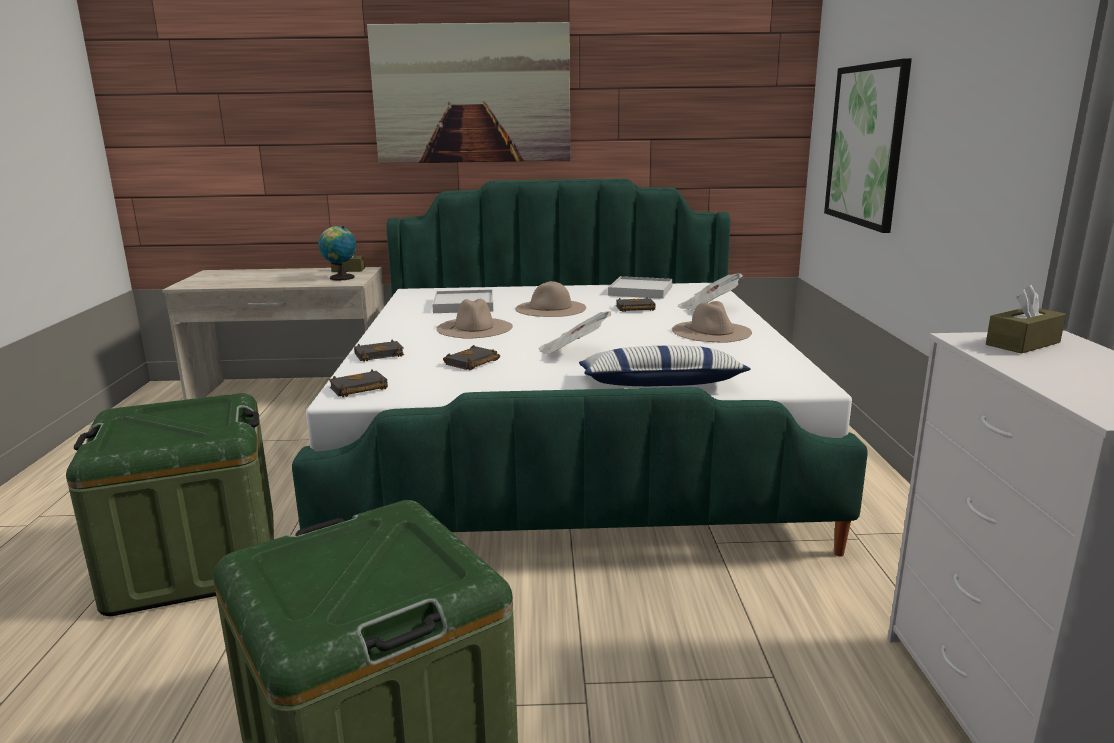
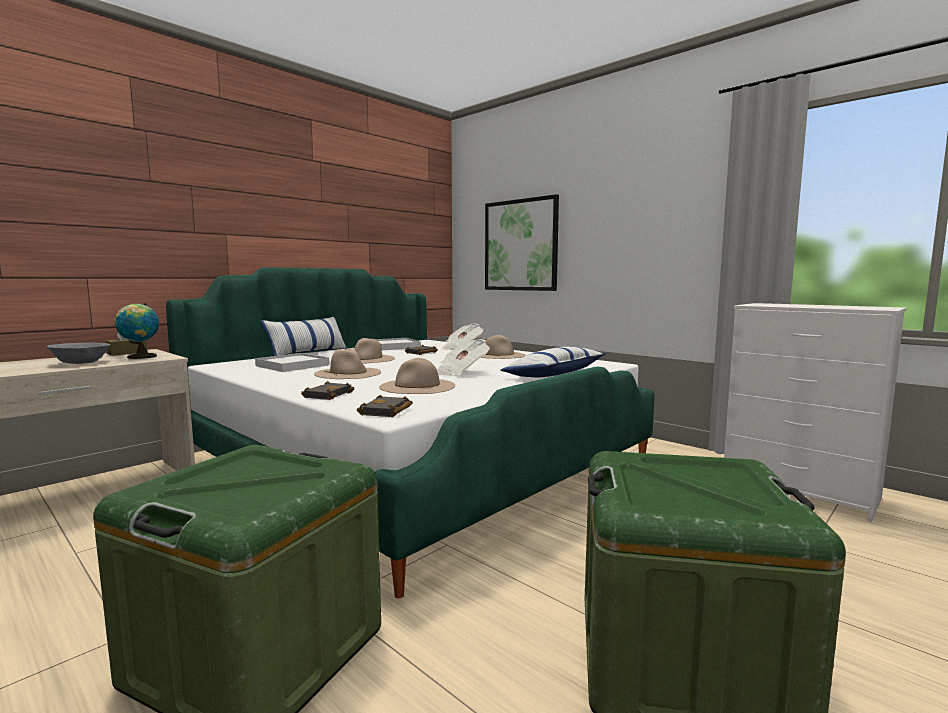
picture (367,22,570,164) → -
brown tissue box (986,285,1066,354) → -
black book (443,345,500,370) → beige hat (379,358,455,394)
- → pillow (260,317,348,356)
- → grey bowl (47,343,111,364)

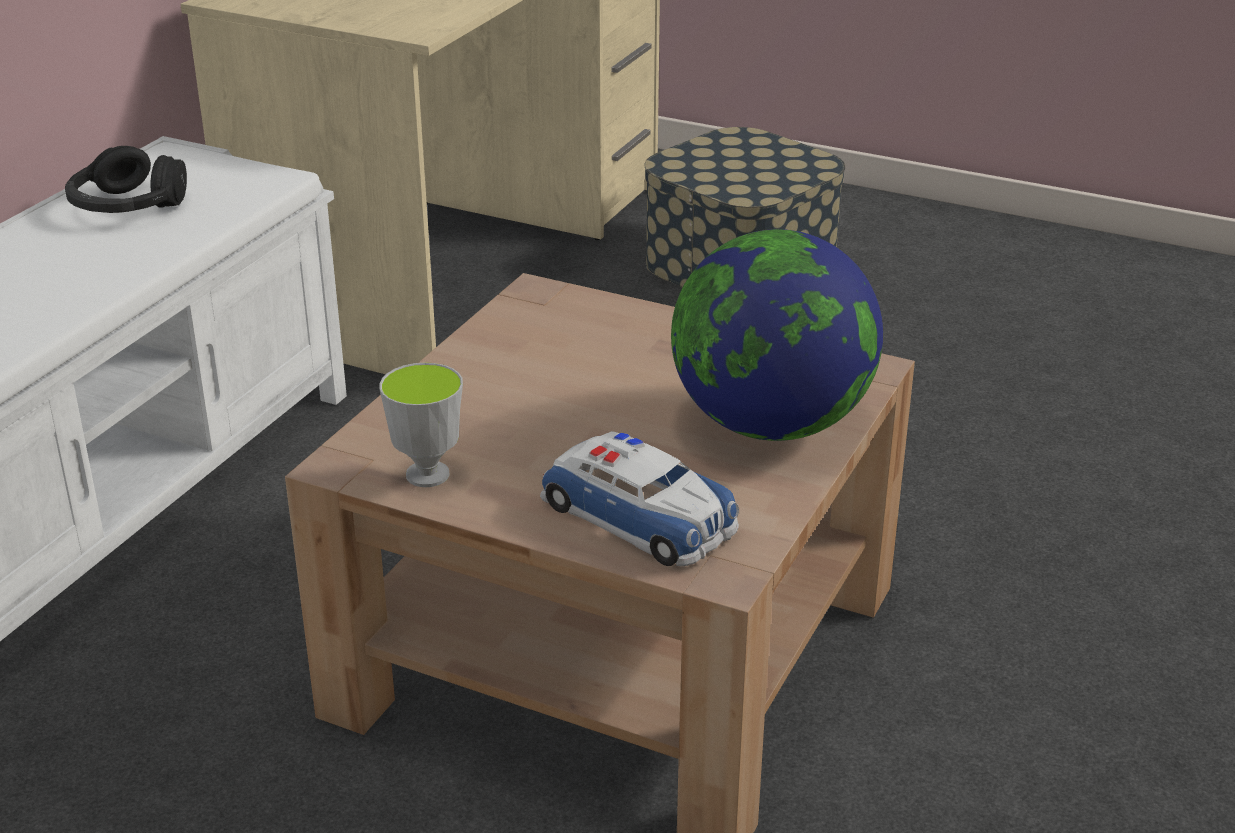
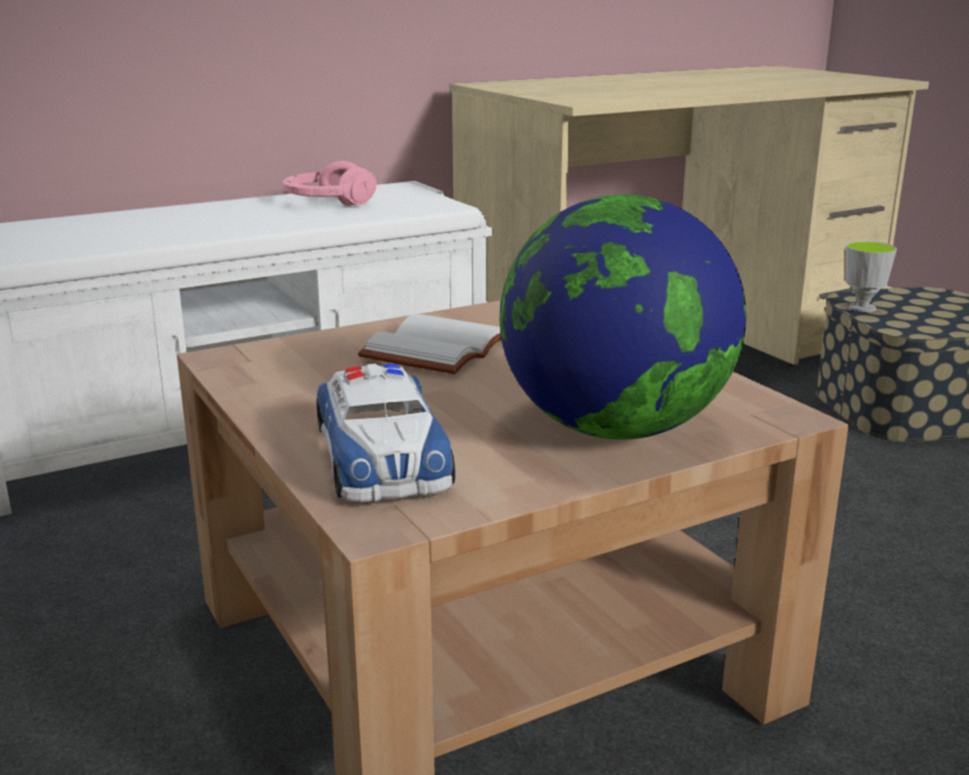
black headphones (65,146,187,213) → pink headphones (283,161,377,205)
cup (379,363,463,487) → cup (845,241,897,312), moved
- → white book (358,314,501,374)

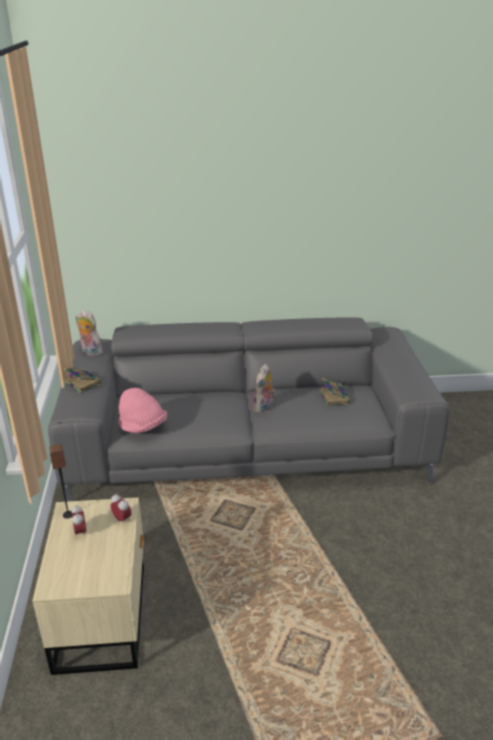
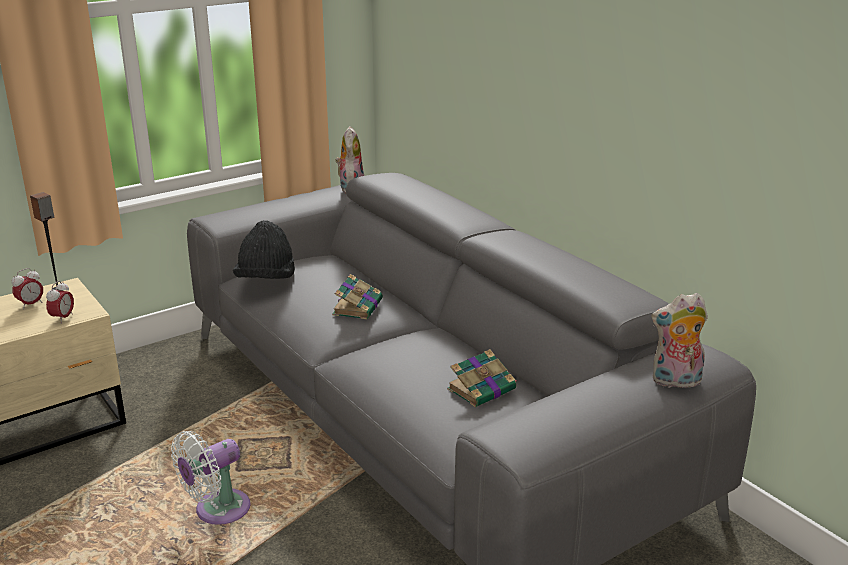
plush toy (253,364,275,414) → plush toy (651,293,708,388), moved
book (63,368,101,394) → book (332,274,383,320), moved
pink hat (118,388,167,433) → black hat (233,220,295,279)
- → white fan (171,431,251,525)

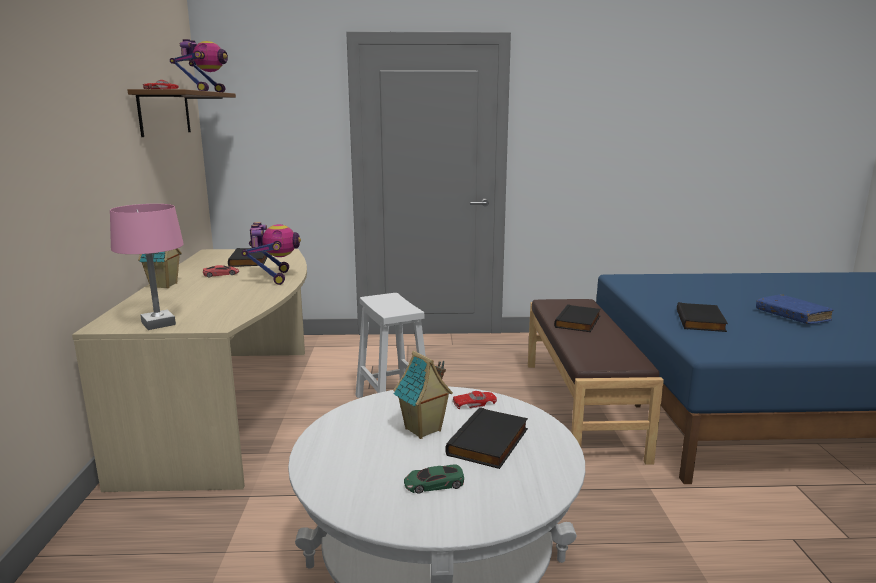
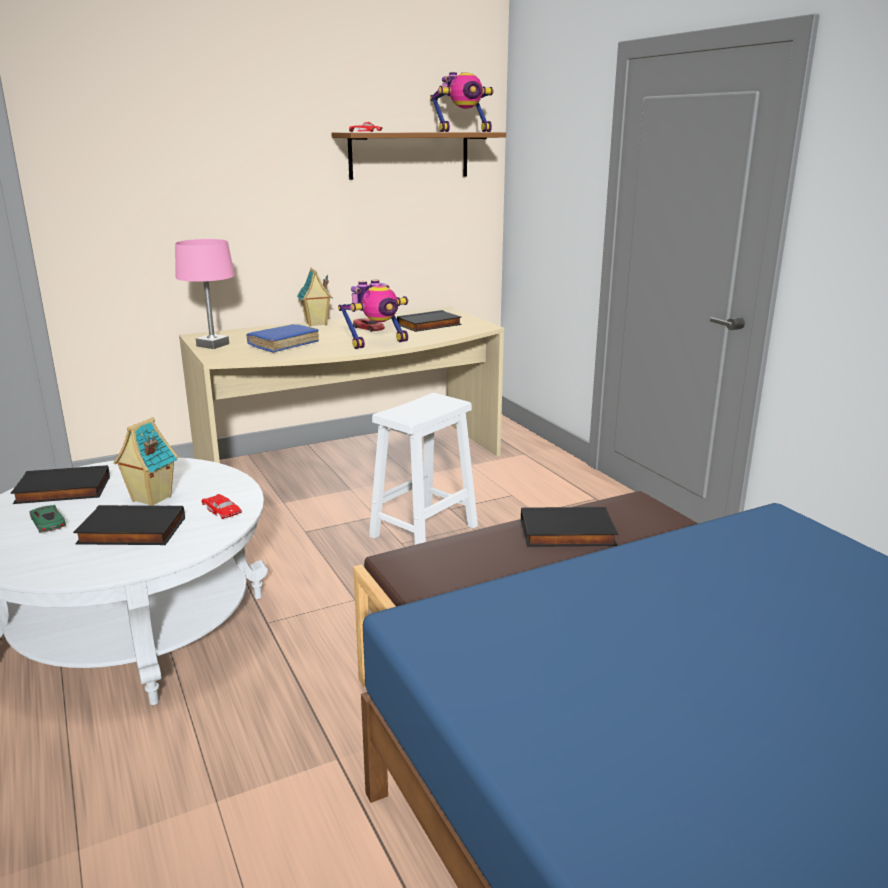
blue book (756,294,834,324) → blue book (246,324,319,353), moved
black book (677,302,728,332) → black book (11,465,110,504), moved

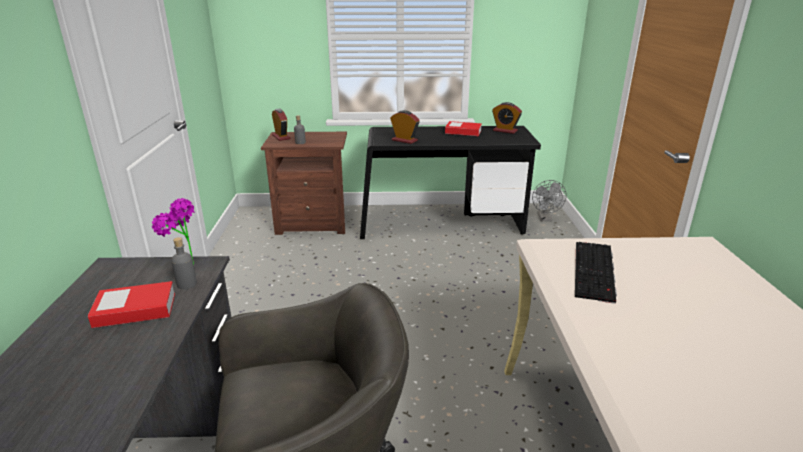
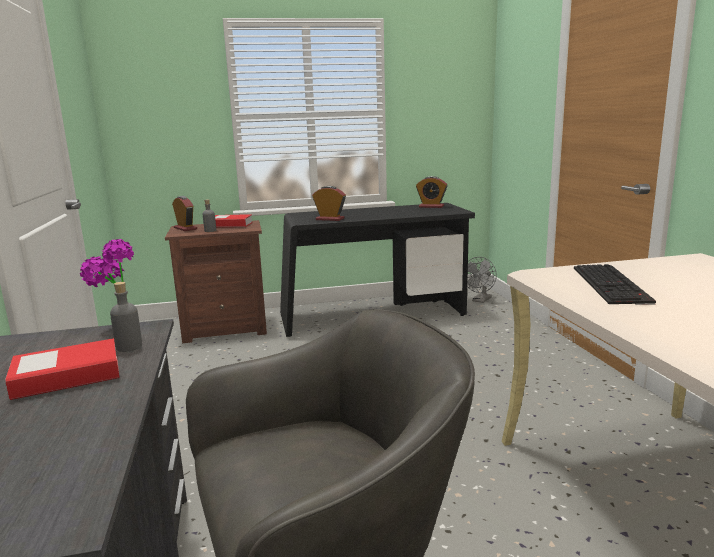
book (445,121,482,136) → book (215,214,252,227), moved
grey fan (532,180,567,221) → grey fan (467,257,497,303), 45 degrees clockwise

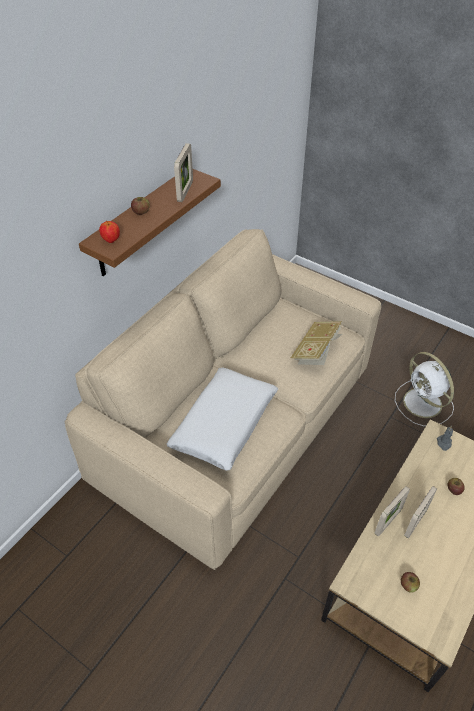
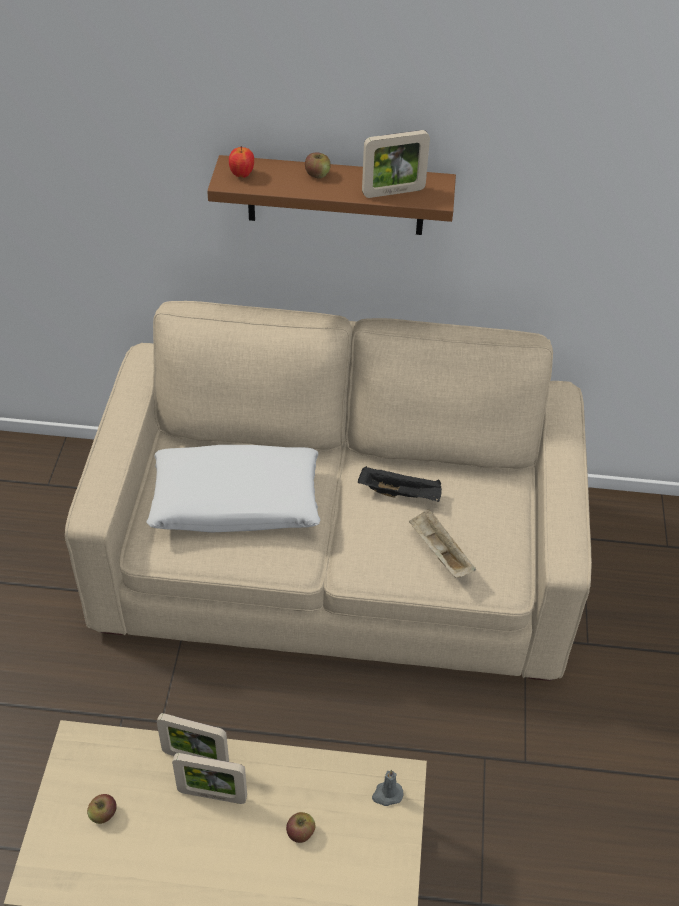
book (291,321,342,365) → beige tray (409,509,476,578)
white fan (395,352,454,426) → -
- → black tray (358,466,442,502)

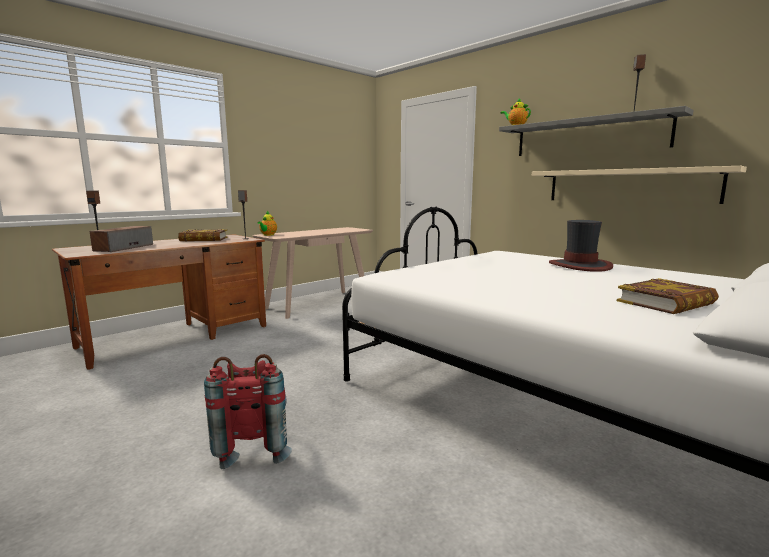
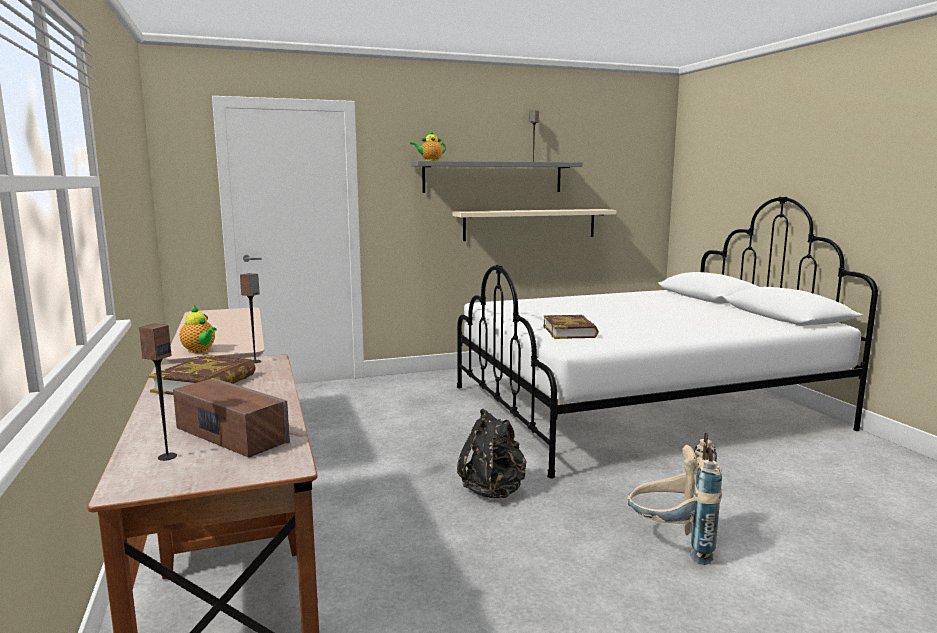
hat (549,220,613,272) → -
book (617,278,719,314) → book (544,315,599,339), moved
red backpack (204,354,292,469) → beige backpack (627,433,722,565)
- → black backpack (457,409,526,498)

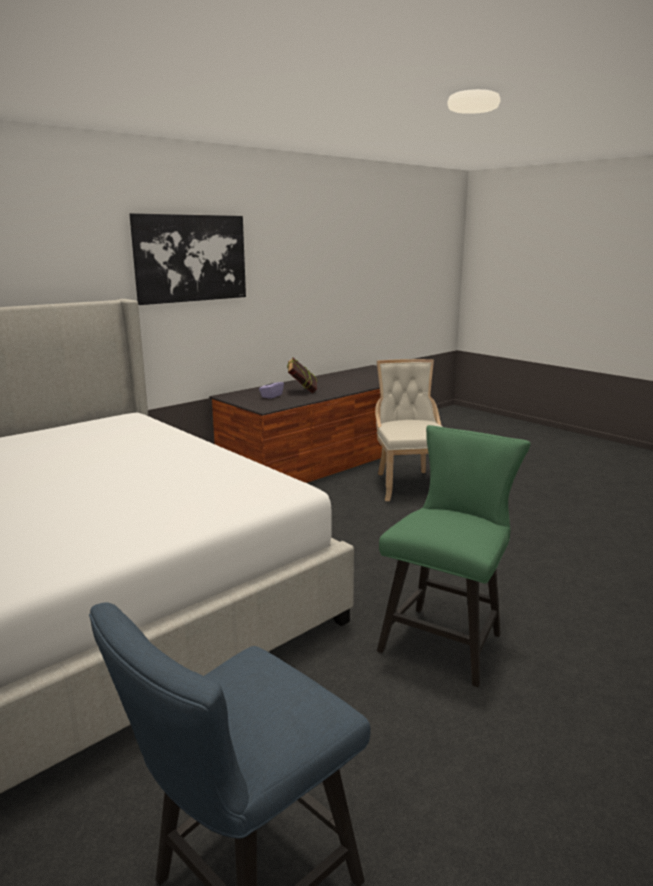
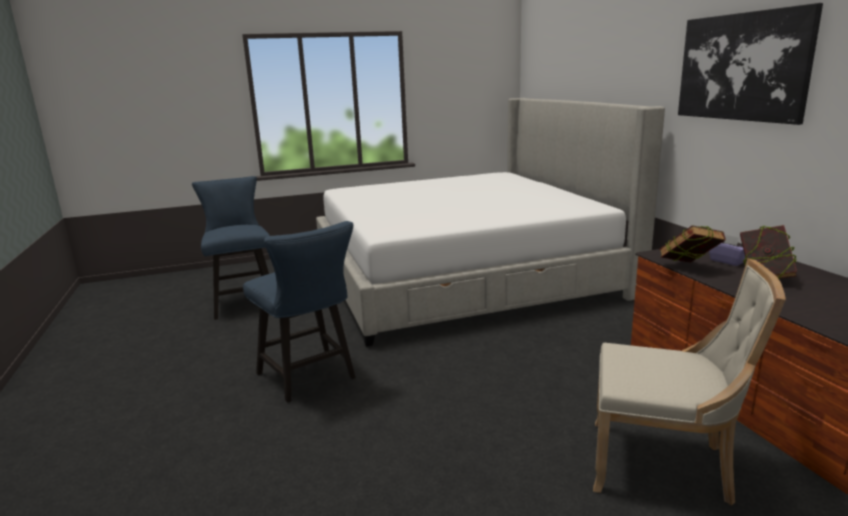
green chair (377,425,531,687) → blue chair (243,221,355,403)
- → book (659,225,726,263)

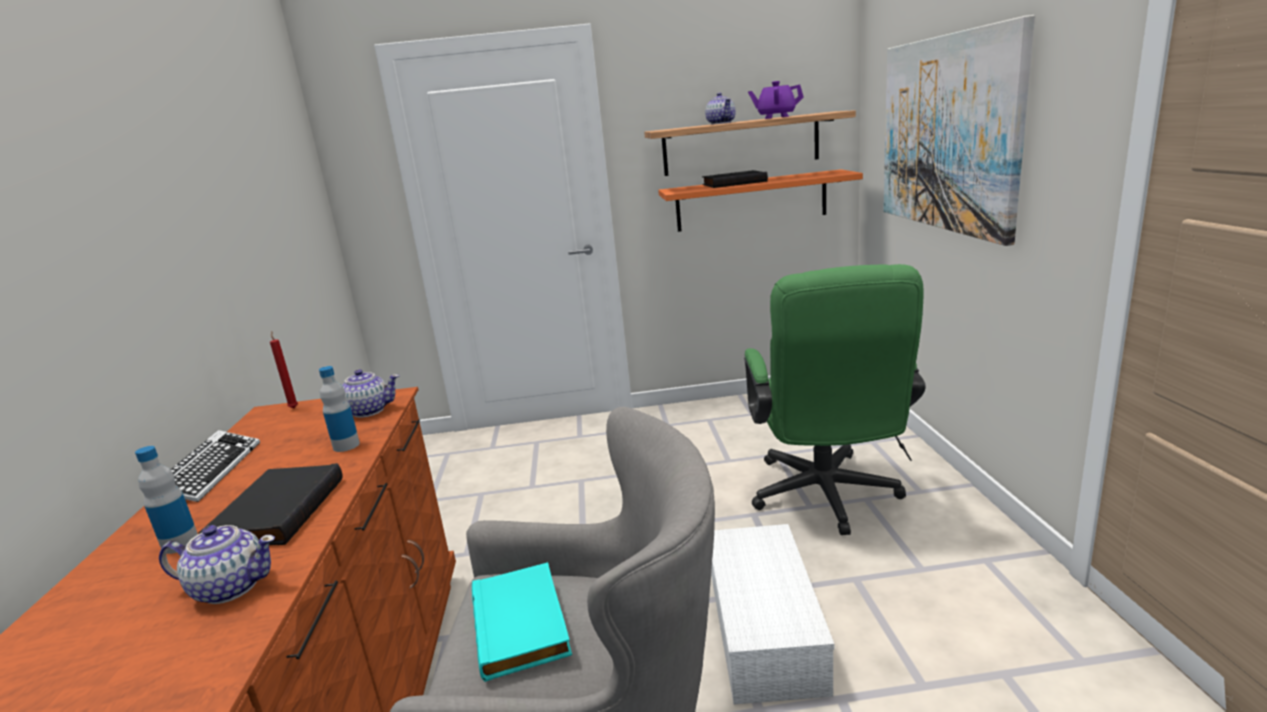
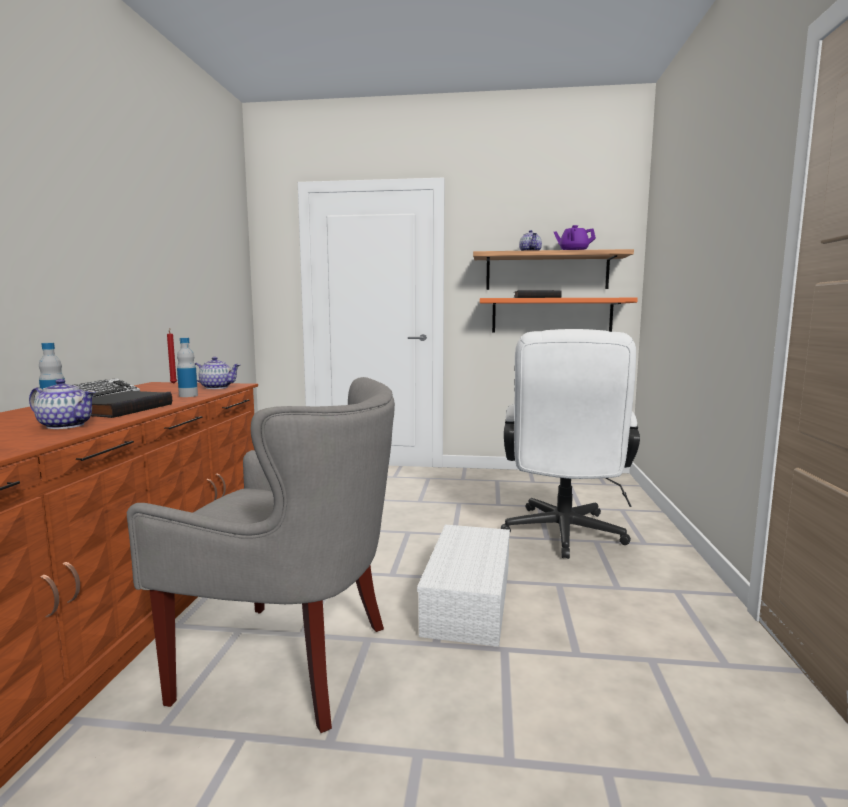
picture (883,15,1035,246) → -
green office chair (744,264,926,535) → white office chair (501,329,640,559)
turquoise book (472,562,572,682) → -

